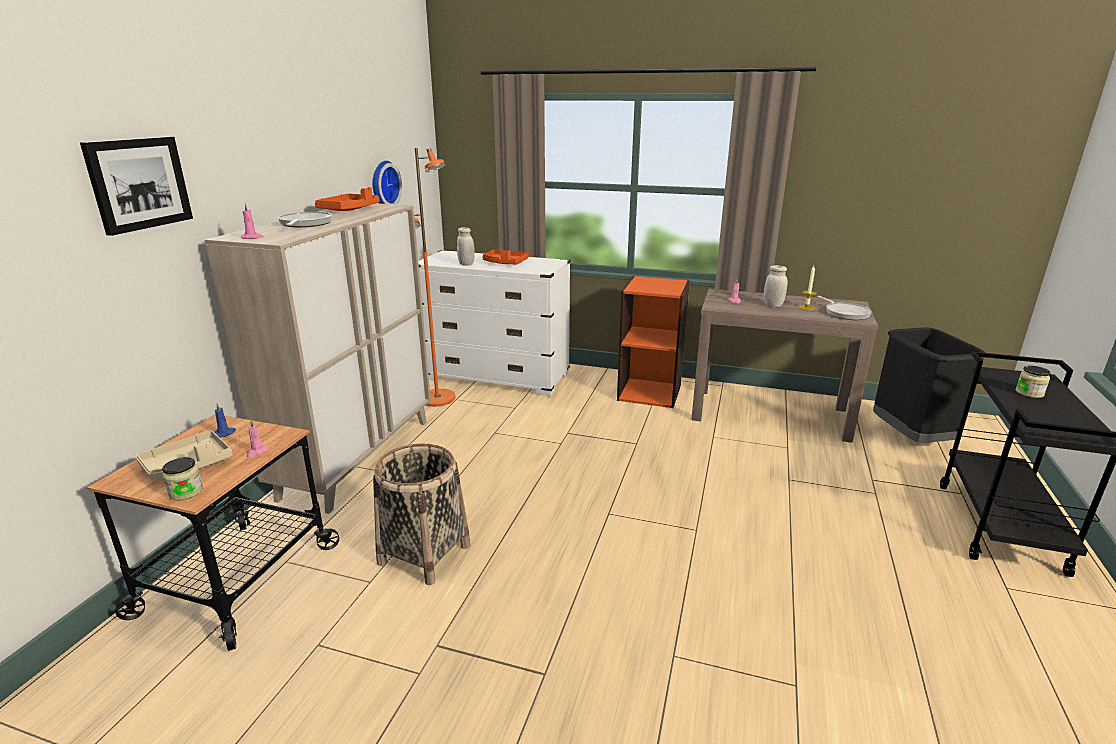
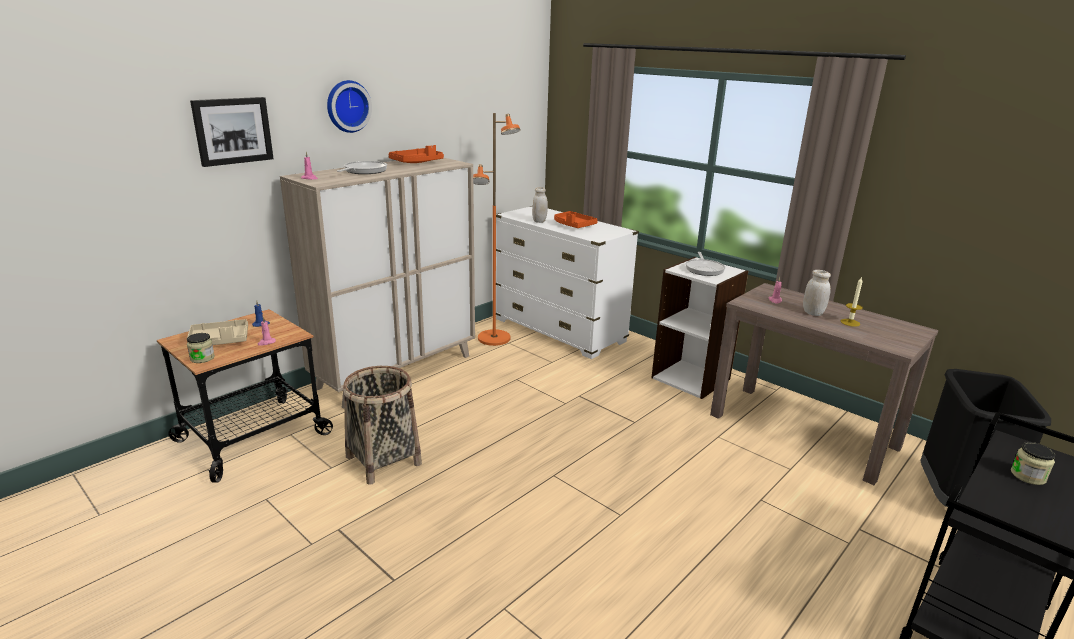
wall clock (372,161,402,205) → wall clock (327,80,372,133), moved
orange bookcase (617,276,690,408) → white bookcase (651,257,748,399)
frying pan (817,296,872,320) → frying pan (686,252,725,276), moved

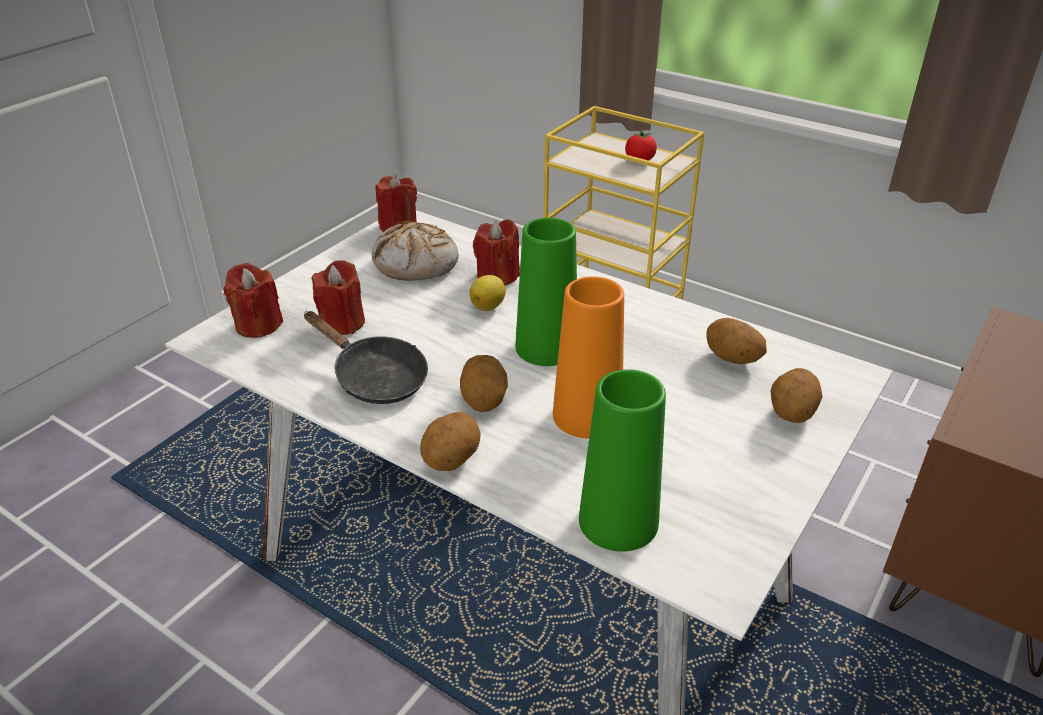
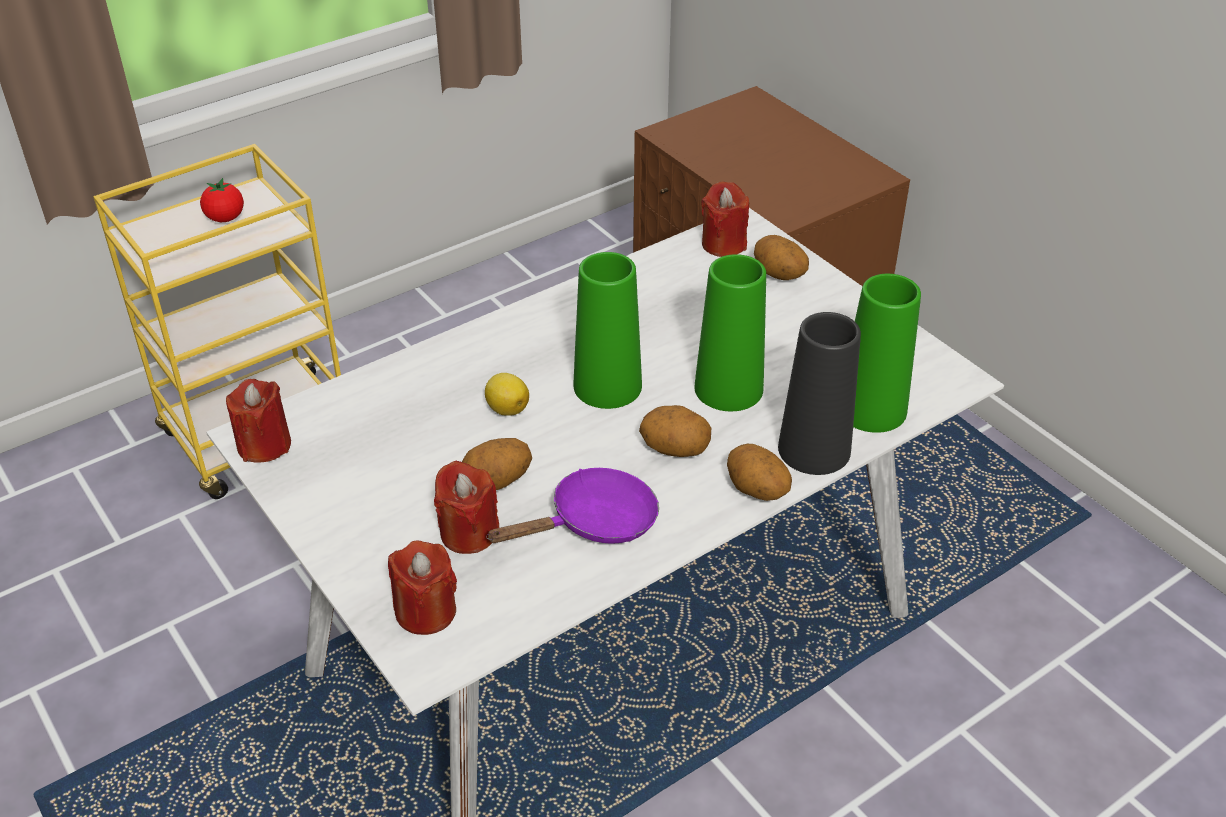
red candle (473,219,520,285) → red candle (701,181,749,257), moved
bread (372,221,459,281) → -
orange vase (553,276,624,439) → green vase (695,254,766,411)
black frying pan (304,311,428,404) → purple frying pan (486,468,659,544)
potato (706,318,767,364) → potato (462,438,532,490), moved
- → black vase (778,312,861,475)

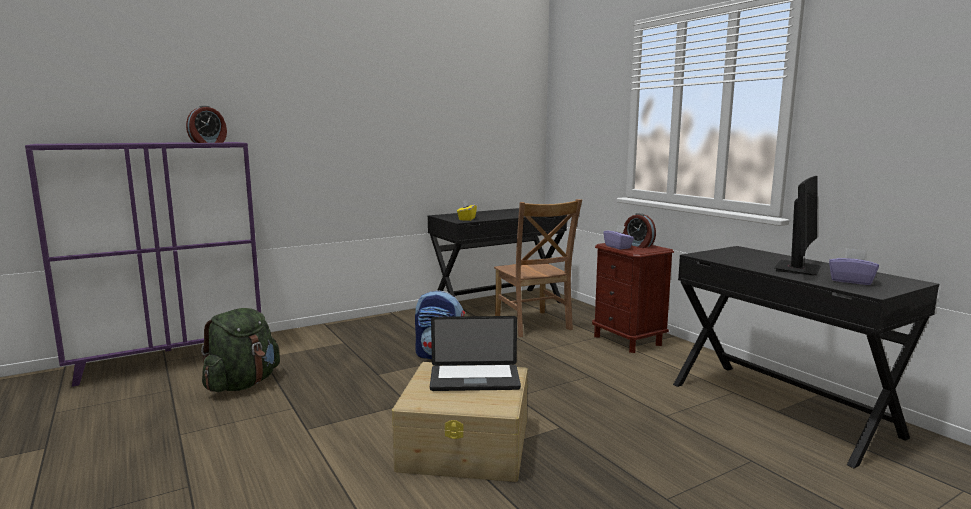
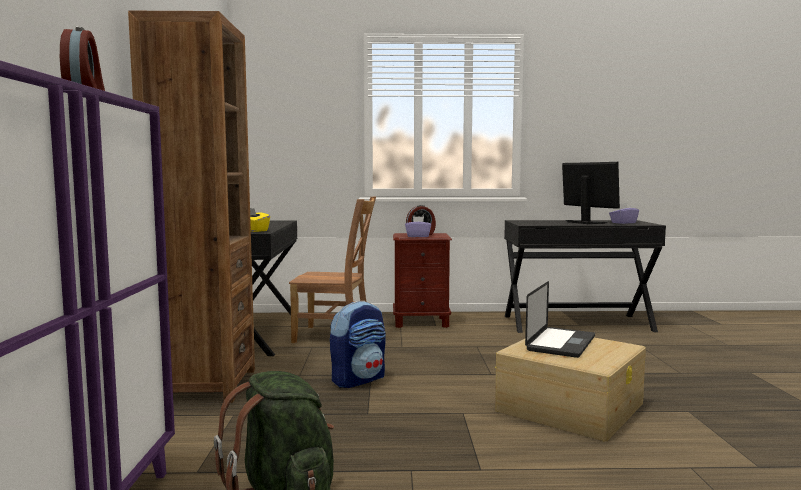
- → brown bookcase (128,11,255,403)

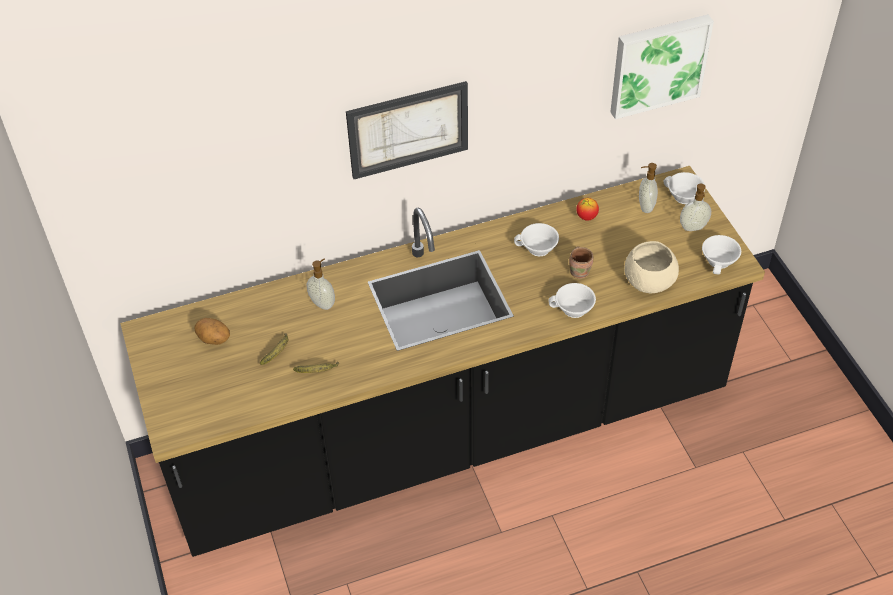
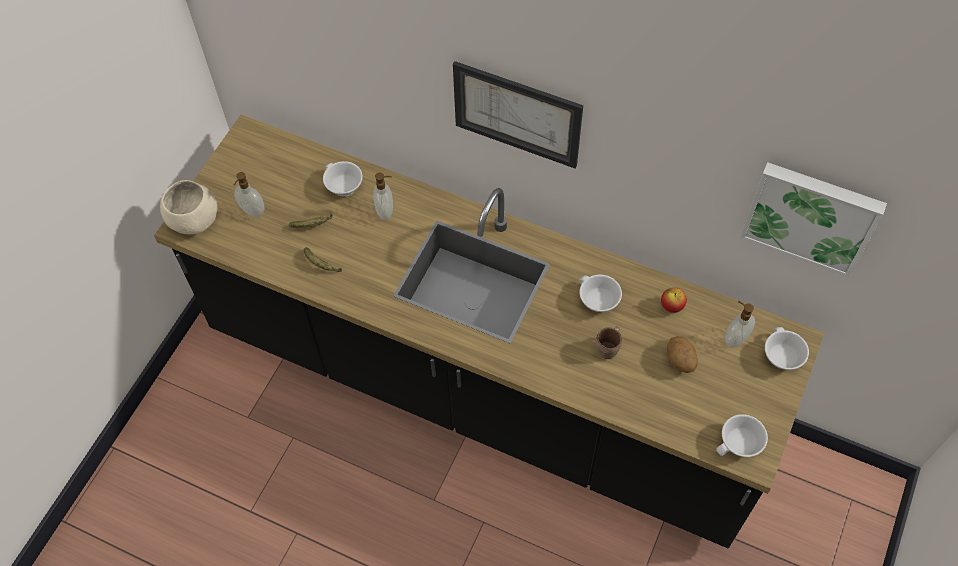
soap dispenser (680,184,711,231) → soap dispenser (234,172,265,217), moved
beige bowl (624,241,679,293) → beige bowl (160,180,217,235), moved
white cup (549,283,596,318) → white cup (323,161,363,196), moved
potato (194,318,230,345) → potato (667,336,698,373), moved

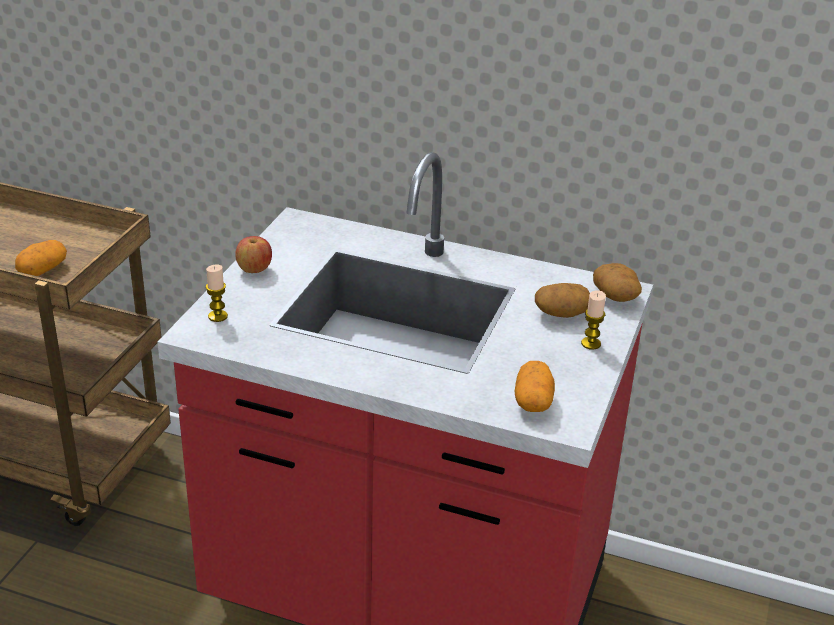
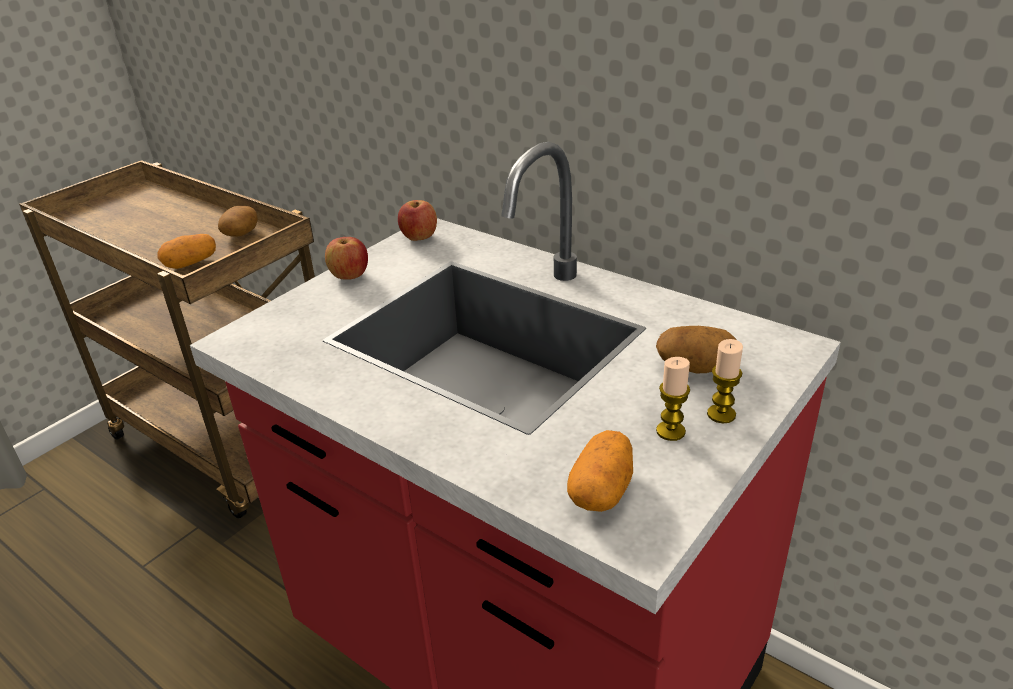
potato (593,263,642,302) → potato (218,206,258,237), moved
candle (206,265,228,322) → candle (656,357,690,441), moved
- → apple (398,200,437,241)

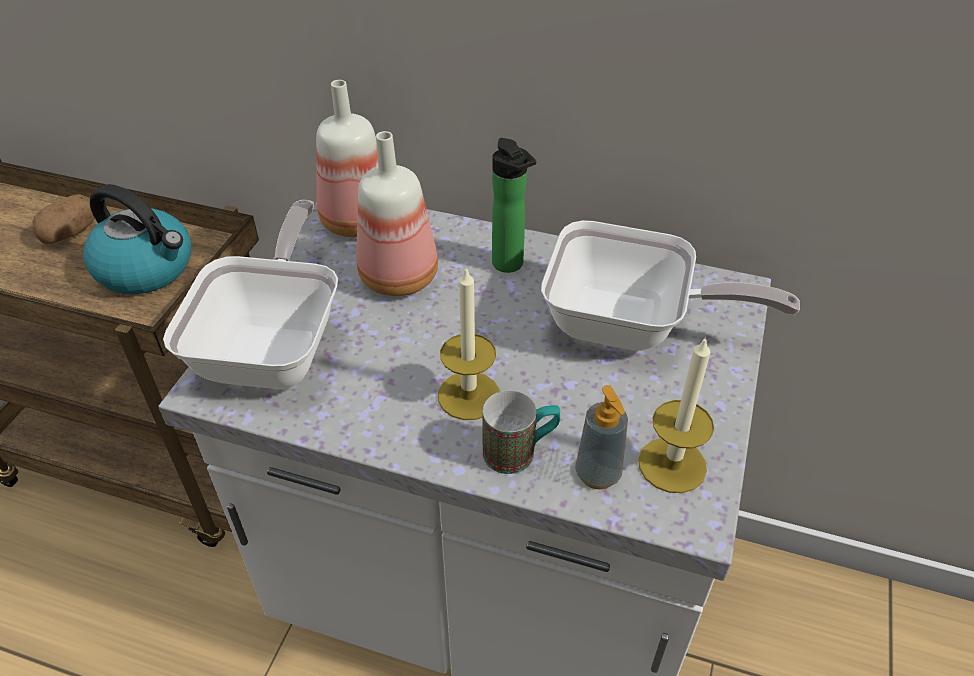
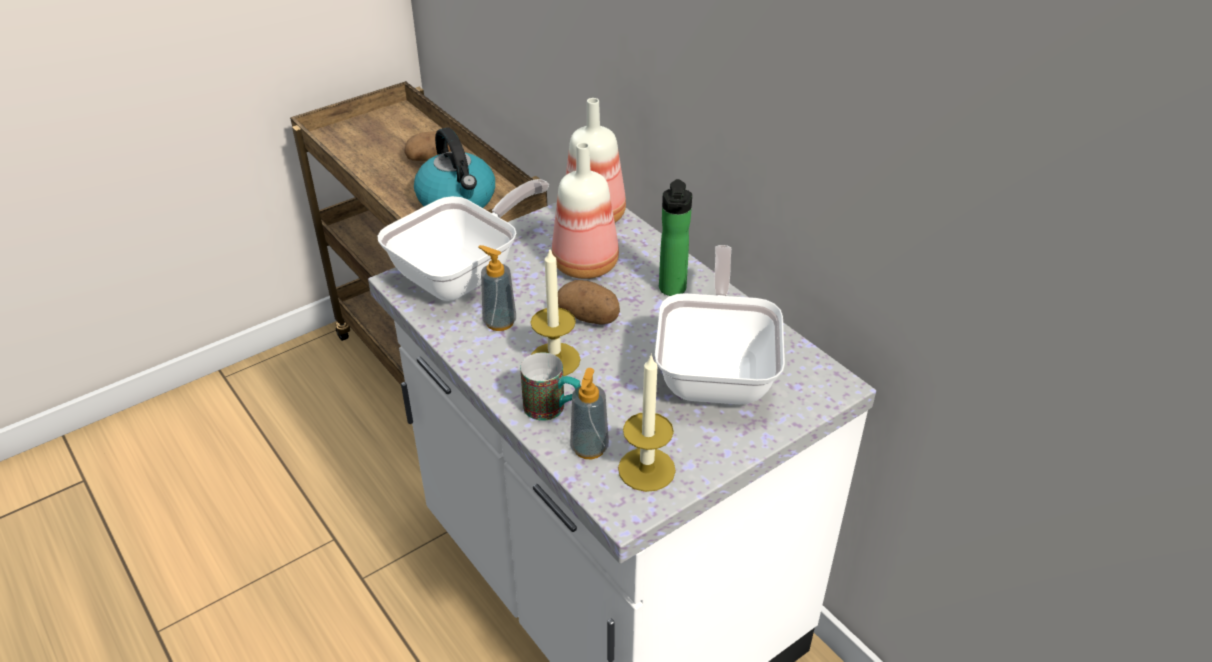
frying pan (541,220,800,351) → frying pan (655,245,785,405), 135 degrees counterclockwise
- → soap dispenser (478,245,516,331)
- → potato (558,280,620,325)

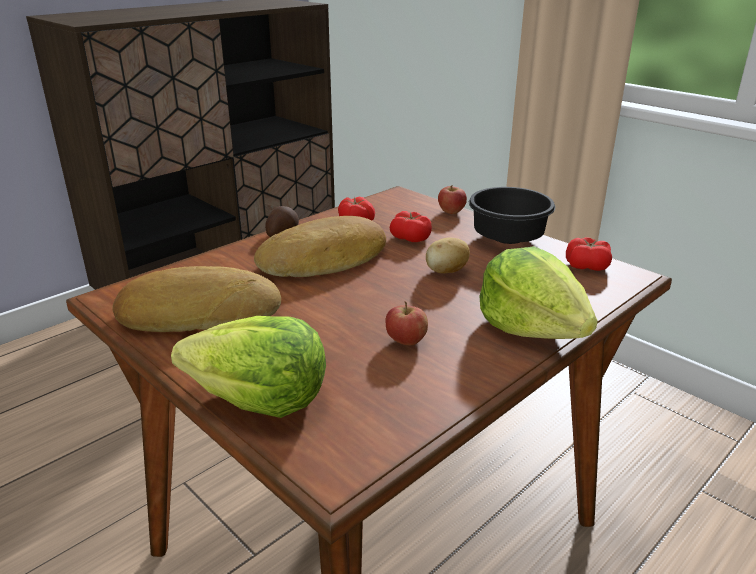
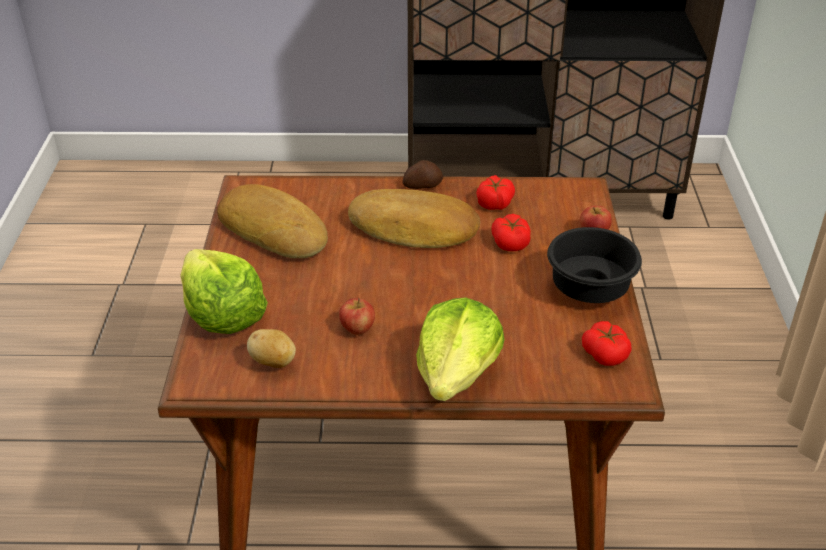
potato (426,238,470,273) → potato (247,329,296,368), moved

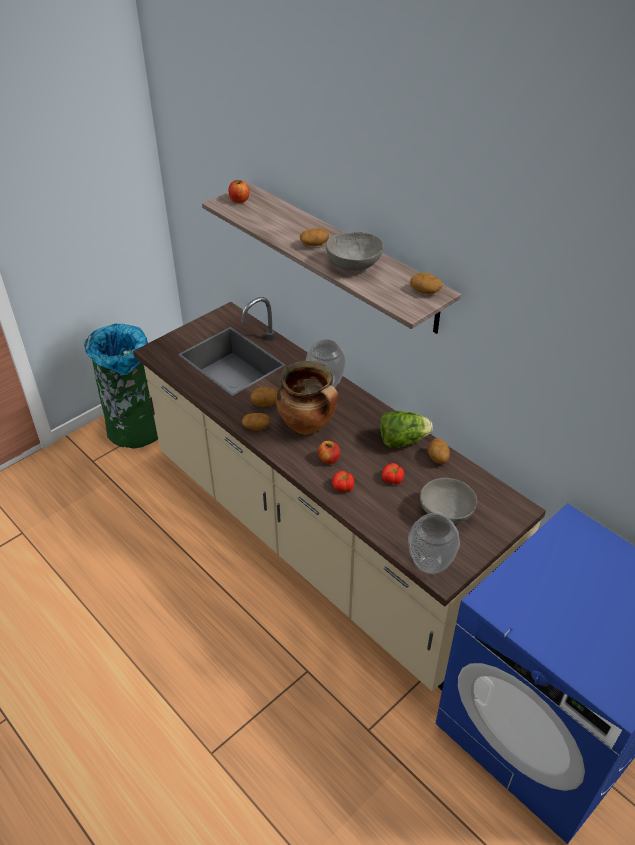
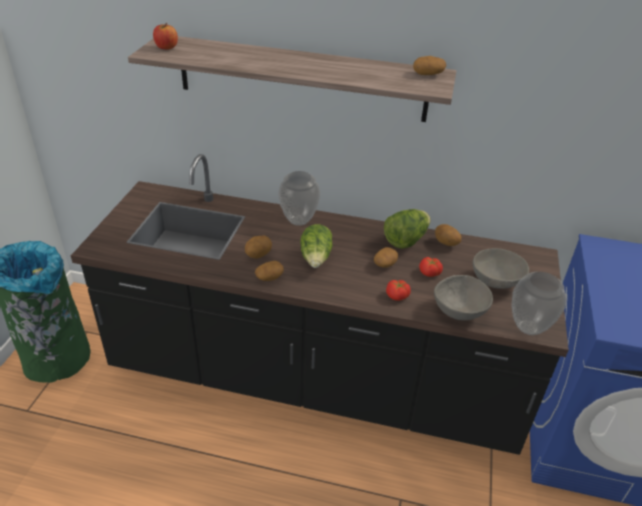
potato (300,228,329,246) → potato (374,247,398,268), moved
grey bowl (326,231,383,271) → grey bowl (434,275,493,320), moved
beige counter (133,297,546,692) → black counter (71,154,569,455)
cooking pot (276,361,338,434) → lettuce (300,224,332,268)
apple (318,441,340,464) → -

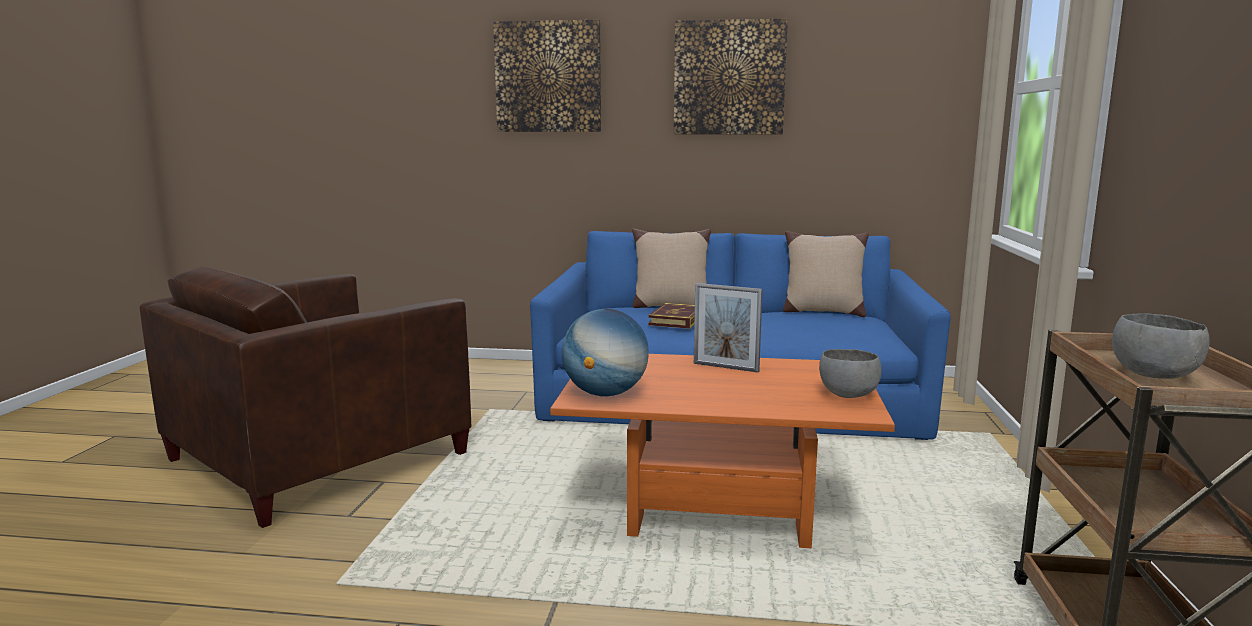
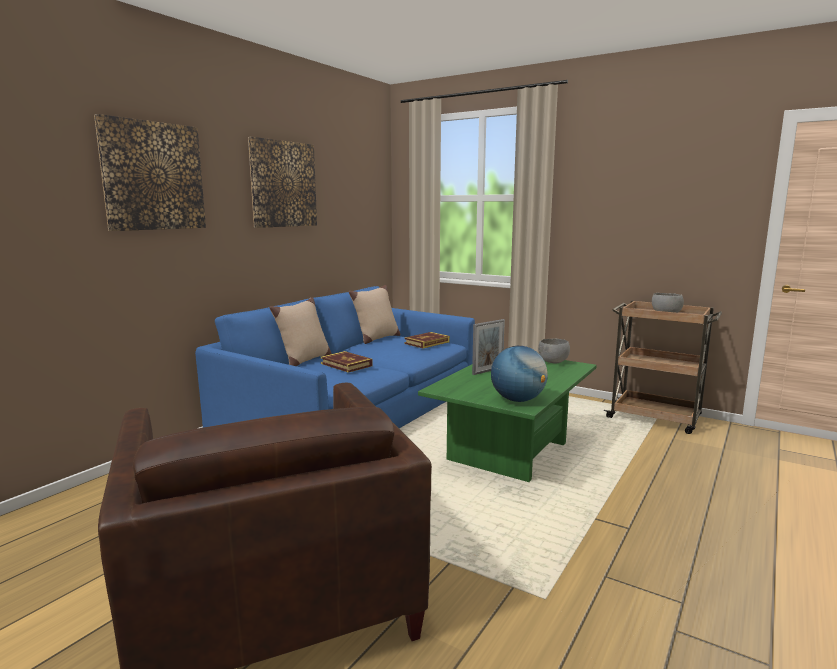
orange coffee table (550,354,895,548) → green coffee table (418,360,597,482)
- → book (404,332,450,349)

